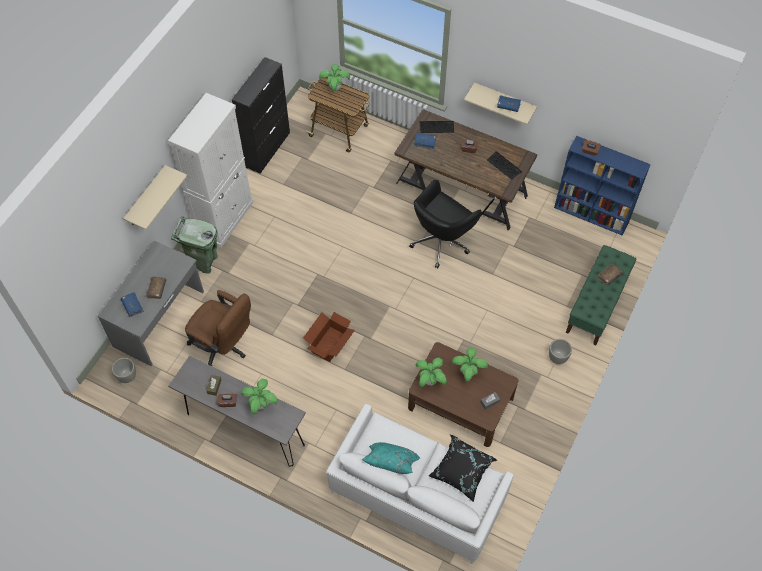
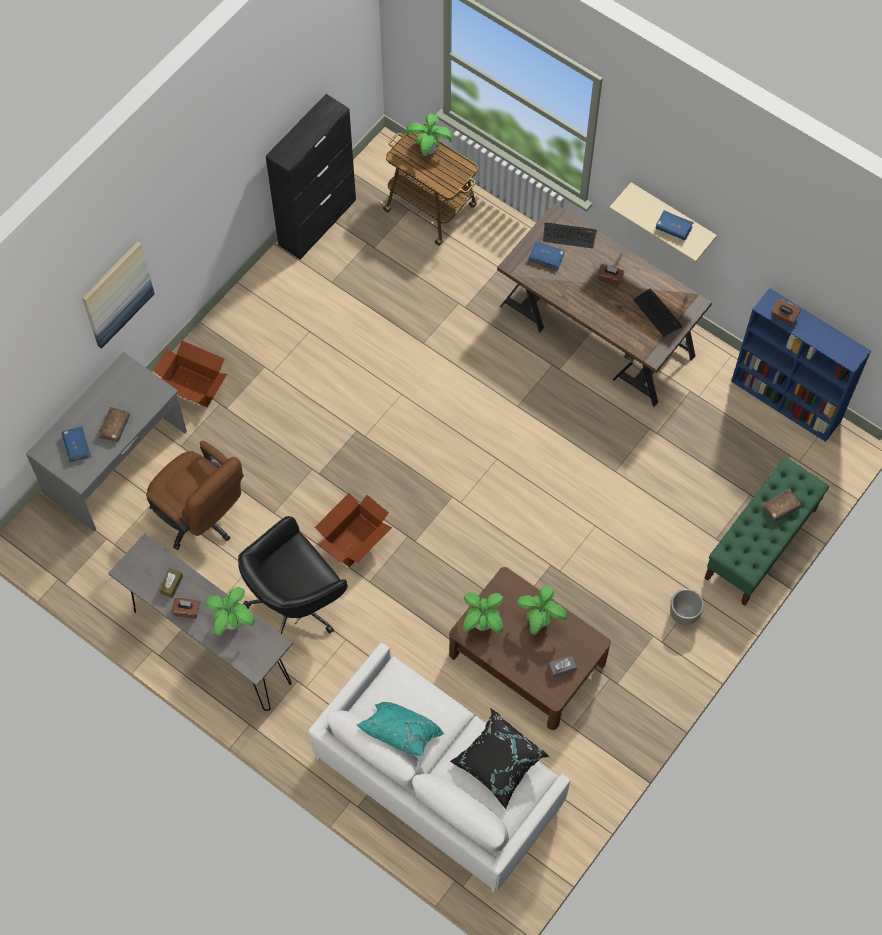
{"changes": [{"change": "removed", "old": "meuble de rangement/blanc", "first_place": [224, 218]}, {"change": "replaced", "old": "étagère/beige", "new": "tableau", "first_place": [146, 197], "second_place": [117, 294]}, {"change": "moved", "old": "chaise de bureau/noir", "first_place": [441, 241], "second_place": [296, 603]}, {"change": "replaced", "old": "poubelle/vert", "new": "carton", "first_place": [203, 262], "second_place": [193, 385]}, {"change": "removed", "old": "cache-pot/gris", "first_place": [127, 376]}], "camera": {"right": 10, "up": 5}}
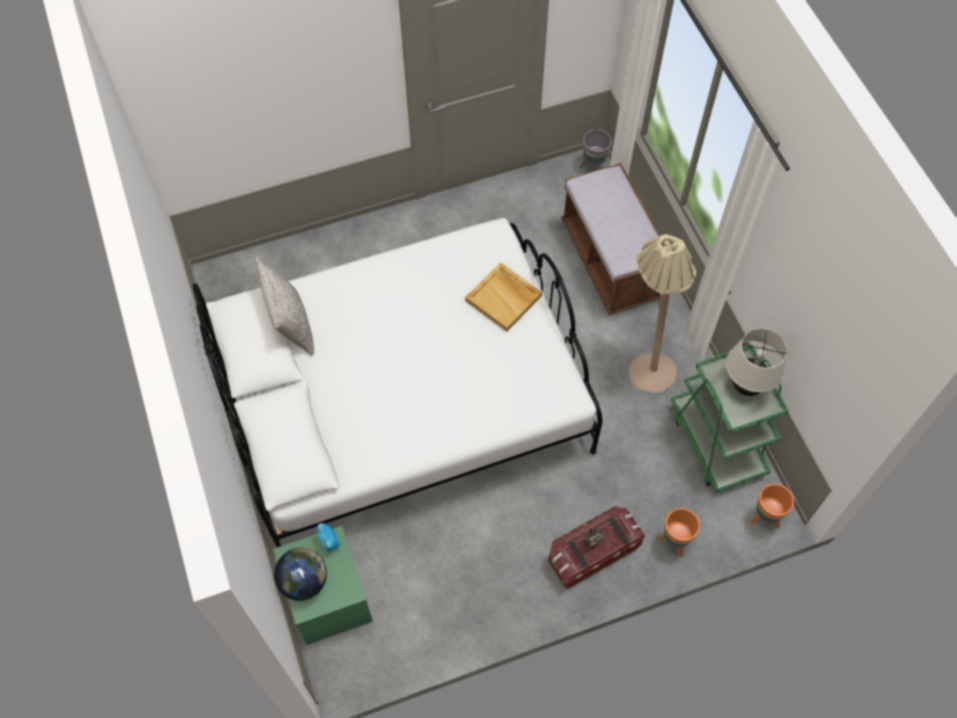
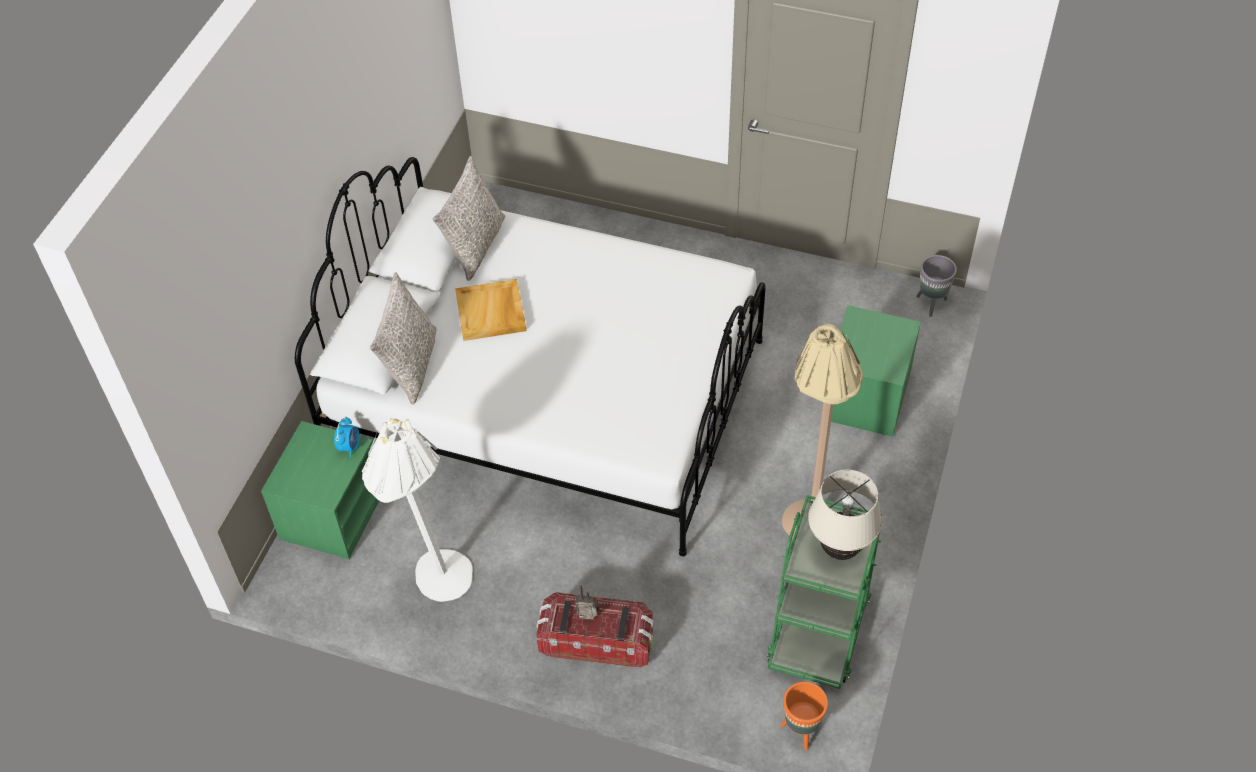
{"changes": [{"change": "replaced", "old": "banc/marron", "new": "table de chevet/vert", "first_place": [610, 261], "second_place": [866, 398]}, {"change": "moved", "old": "plateau/beige", "first_place": [504, 298], "second_place": [491, 312]}, {"change": "removed", "old": "cache-pot/orange", "first_place": [674, 541]}, {"change": "removed", "old": "globe", "first_place": [304, 581]}, {"change": "added", "new": "coussin/gris", "second_place": [411, 365]}, {"change": "added", "new": "lampadaire/blanc", "second_place": [434, 586]}], "camera": {"right": 40, "up": -10}}
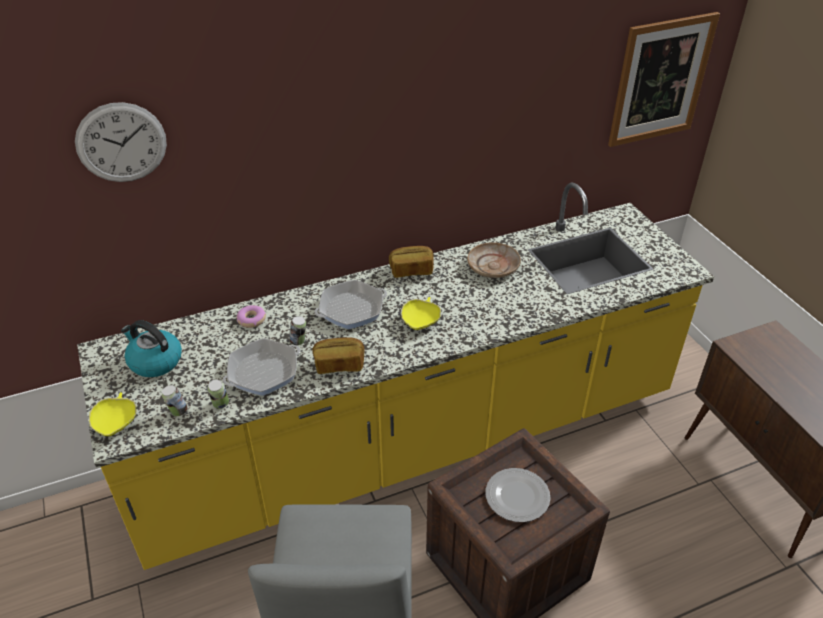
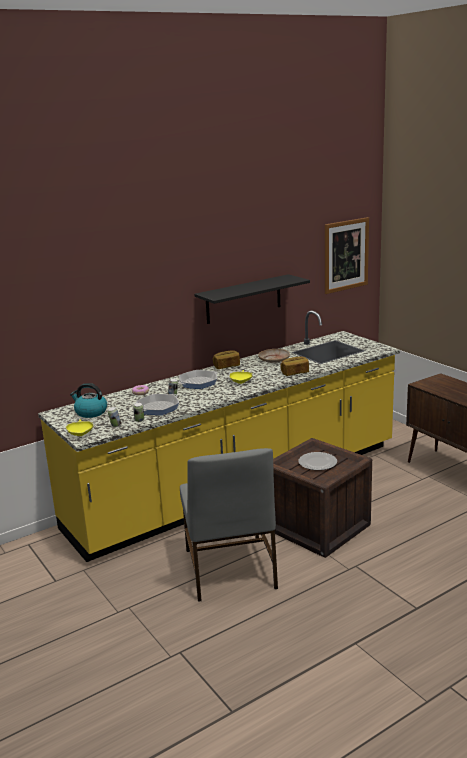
{"changes": [{"change": "removed", "old": "horloge murale", "first_place": [121, 143]}, {"change": "moved", "old": "pain", "first_place": [339, 364], "second_place": [295, 373]}, {"change": "added", "new": "étagère/noir", "second_place": [243, 299]}], "camera": {"right": -10, "up": -20}}
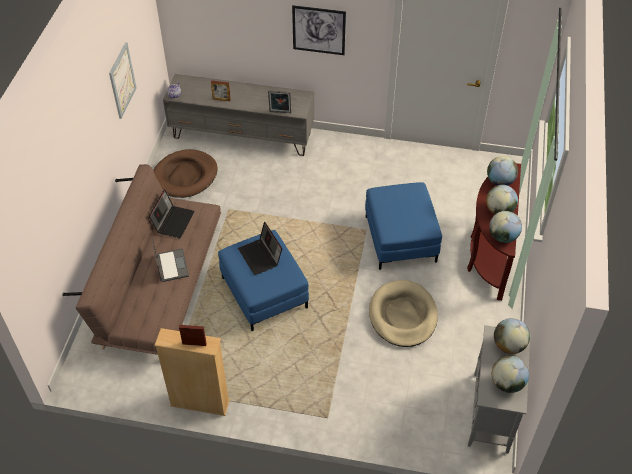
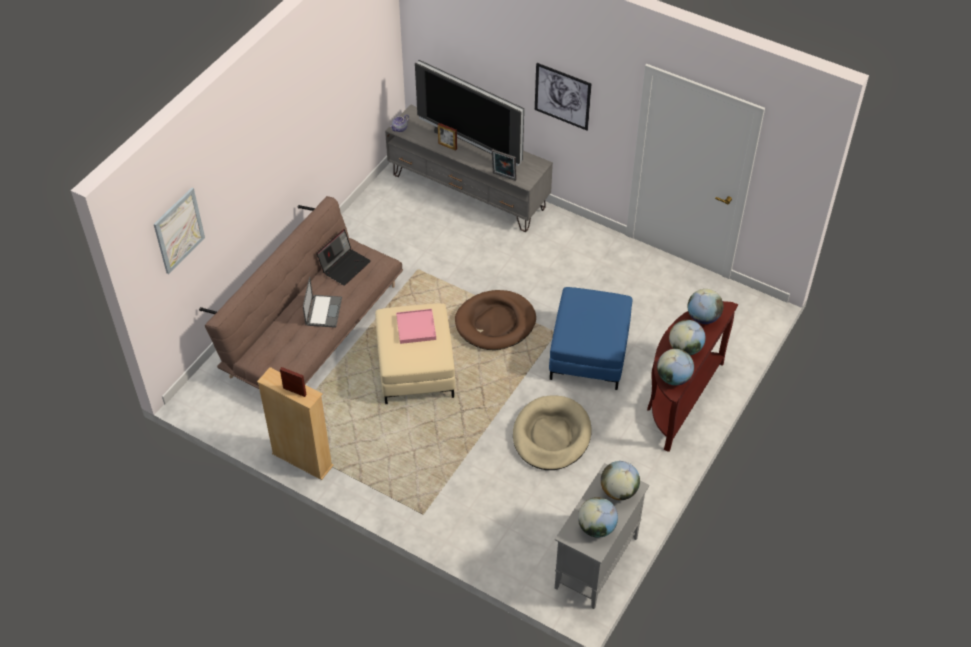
{"changes": [{"change": "moved", "old": "tableau", "first_place": [122, 80], "second_place": [179, 230]}, {"change": "moved", "old": "panier pour chien/marron", "first_place": [185, 176], "second_place": [495, 323]}, {"change": "replaced", "old": "ordinateur portable", "new": "plateau/rose", "first_place": [261, 257], "second_place": [416, 328]}, {"change": "recoloured", "old": "pouf/bleu", "new": "pouf/beige", "first_place": [263, 292], "second_place": [415, 368]}, {"change": "added", "new": "téléviseur", "second_place": [474, 144]}], "camera": {"right": 20, "up": 0}}
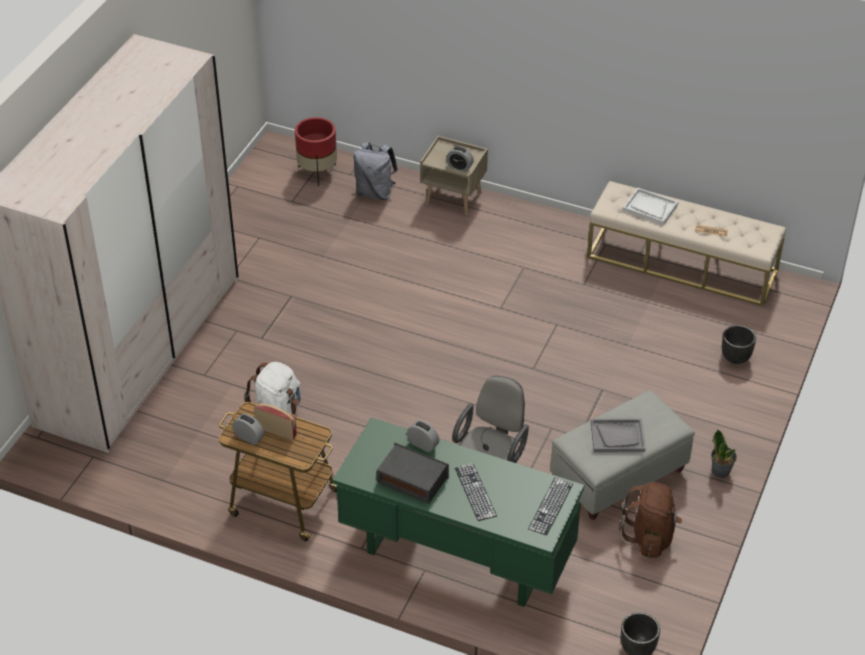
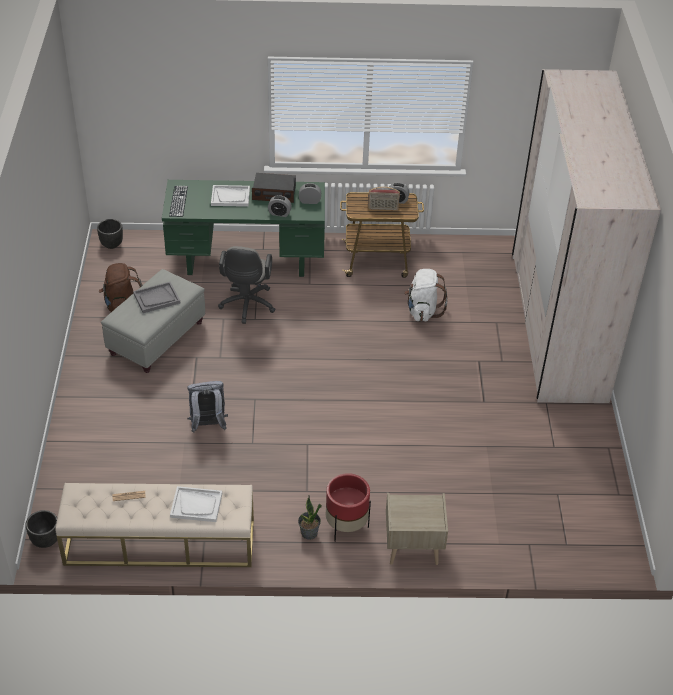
{"changes": [{"change": "moved", "old": "cache-pot/rouge", "first_place": [317, 172], "second_place": [346, 526]}, {"change": "moved", "old": "sac à dos/gris", "first_place": [375, 193], "second_place": [208, 425]}, {"change": "moved", "old": "réveil", "first_place": [459, 167], "second_place": [309, 201]}, {"change": "moved", "old": "cache-pot/noir", "first_place": [736, 357], "second_place": [45, 540]}, {"change": "moved", "old": "plante en pot", "first_place": [721, 470], "second_place": [309, 533]}, {"change": "replaced", "old": "clavier", "new": "plateau/blanc", "first_place": [475, 492], "second_place": [230, 197]}], "camera": {"right": 155, "up": 0}}
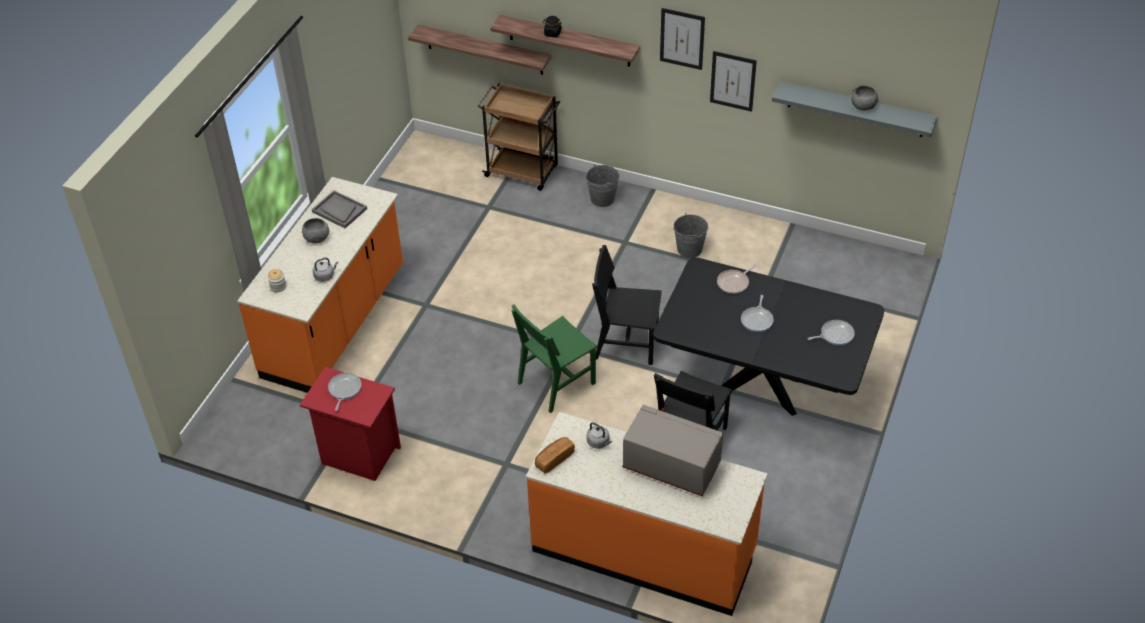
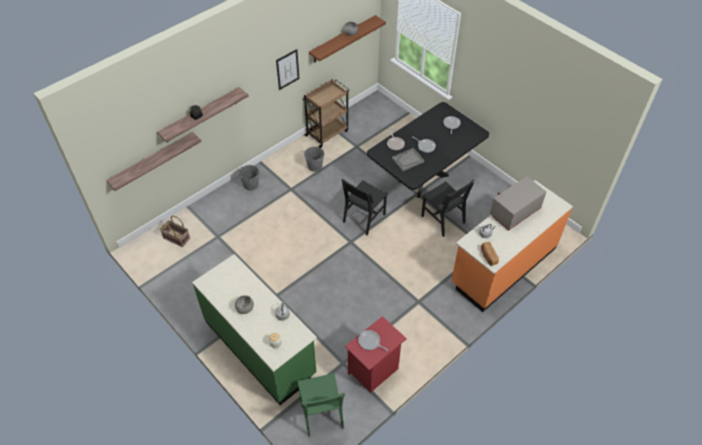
{"changes": [{"change": "removed", "old": "tableau", "first_place": [682, 38]}, {"change": "recoloured", "old": "étagère/gris", "new": "étagère/marron", "first_place": [855, 109], "second_place": [343, 39]}, {"change": "moved", "old": "chariot/marron", "first_place": [523, 172], "second_place": [327, 133]}, {"change": "recoloured", "old": "comptoir de cuisine/orange", "new": "comptoir de cuisine/vert", "first_place": [335, 323], "second_place": [260, 347]}, {"change": "moved", "old": "plateau/gris", "first_place": [339, 210], "second_place": [408, 160]}, {"change": "moved", "old": "chaise/vert", "first_place": [556, 383], "second_place": [321, 413]}, {"change": "added", "new": "panier", "second_place": [176, 238]}], "camera": {"right": -65, "up": 5}}
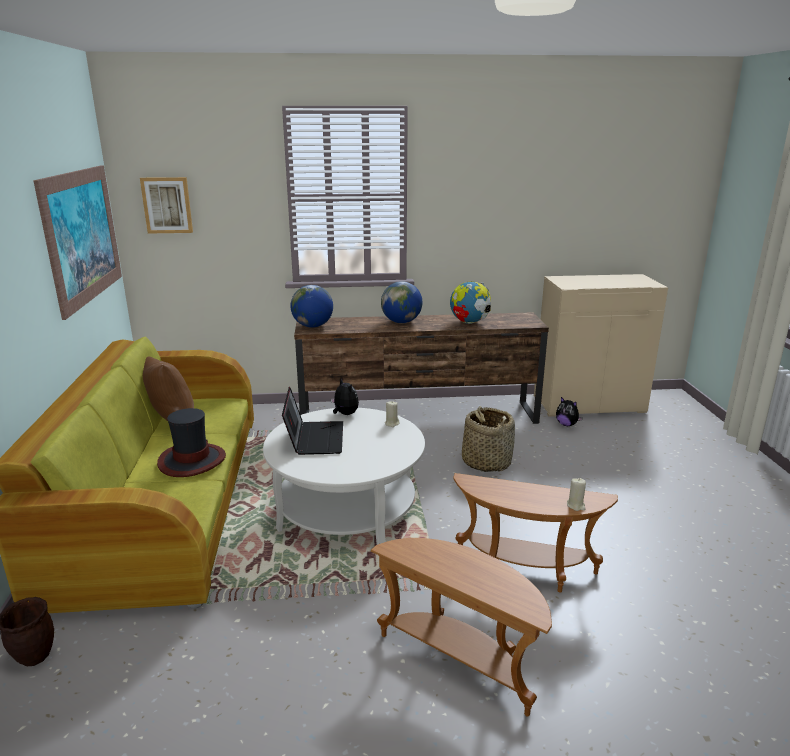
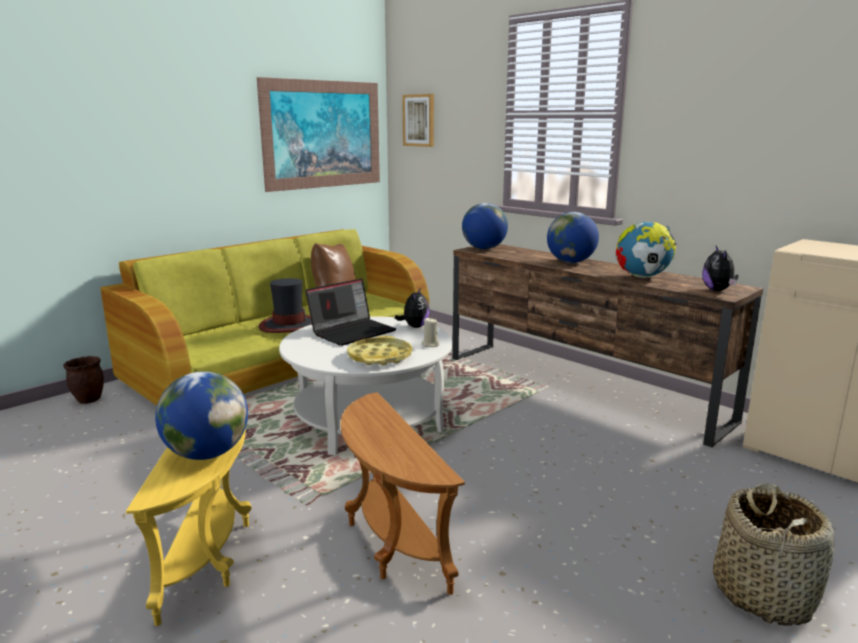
{"changes": [{"change": "moved", "old": "peluche", "first_place": [567, 424], "second_place": [718, 290]}, {"change": "moved", "old": "panier", "first_place": [486, 462], "second_place": [763, 594]}, {"change": "removed", "old": "bougie/beige", "first_place": [576, 505]}, {"change": "recoloured", "old": "table d'appoint/marron", "new": "table d'appoint/jaune", "first_place": [460, 659], "second_place": [210, 554]}, {"change": "added", "new": "plateau/jaune", "second_place": [380, 357]}, {"change": "added", "new": "globe", "second_place": [207, 454]}], "camera": {"right": 50, "up": -5}}
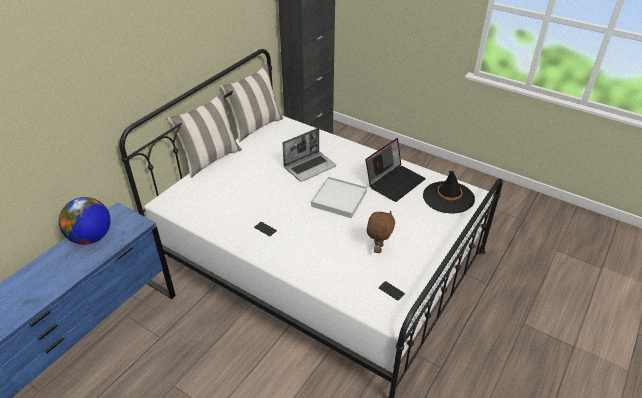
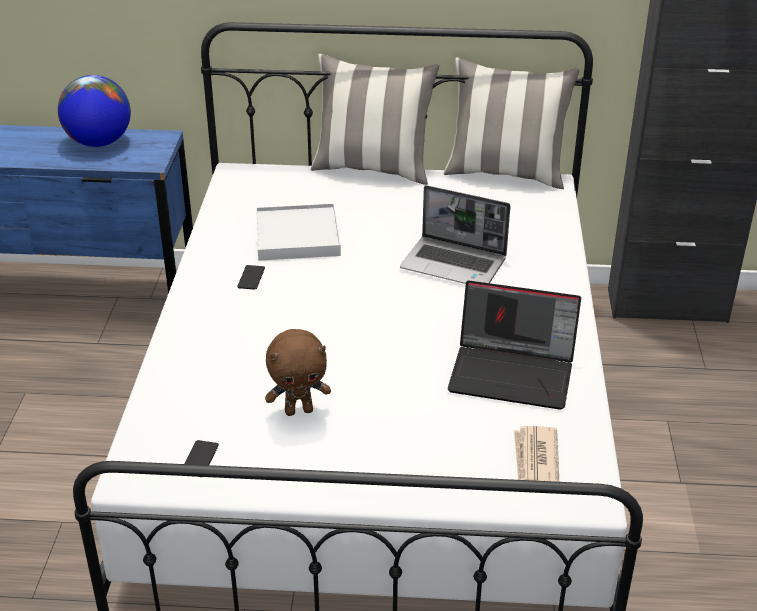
{"changes": [{"change": "replaced", "old": "chapeau/noir", "new": "journal", "first_place": [448, 197], "second_place": [535, 460]}, {"change": "moved", "old": "plateau/blanc", "first_place": [339, 199], "second_place": [297, 236]}], "camera": {"right": 60, "up": -5}}
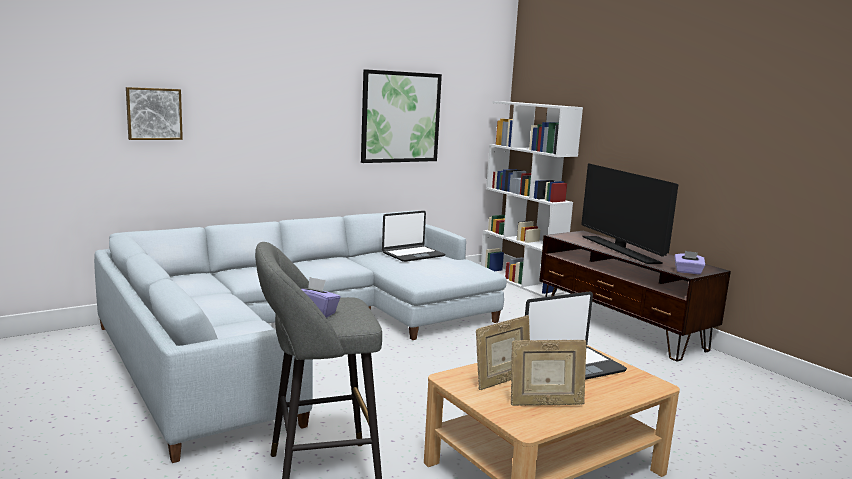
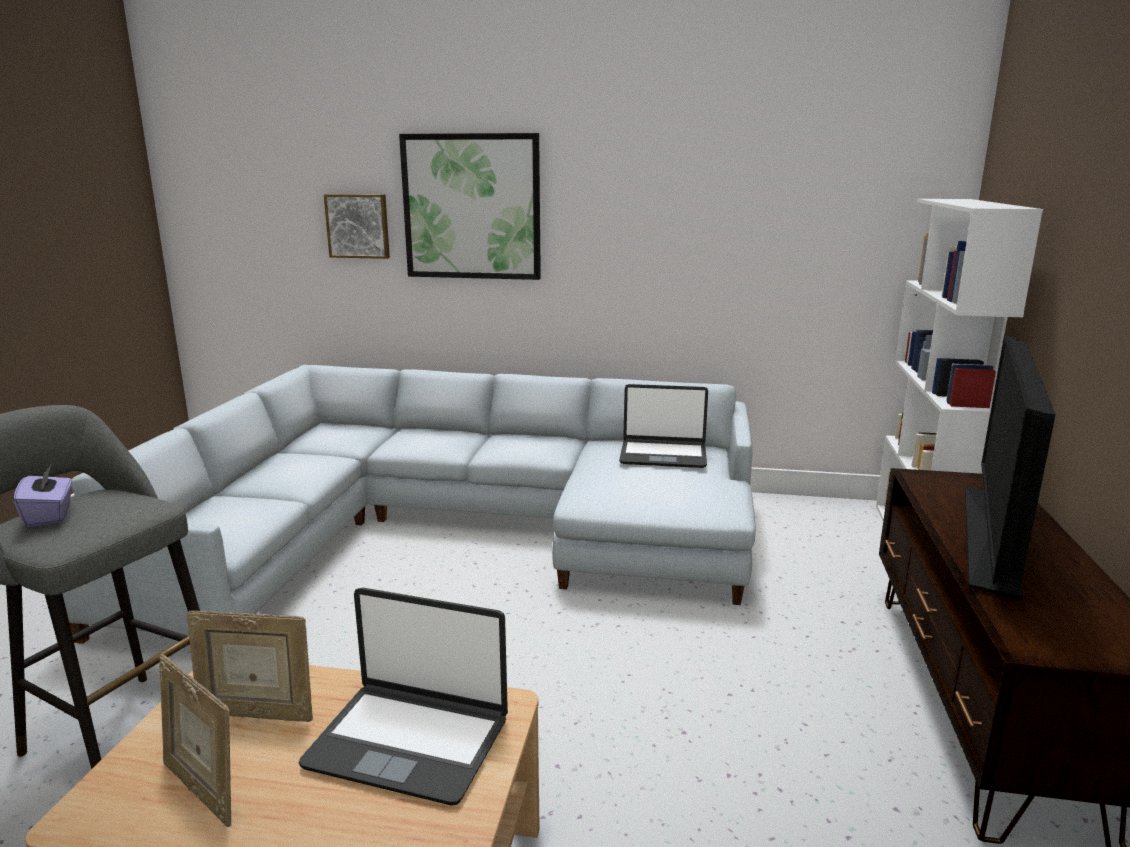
{"changes": [{"change": "moved", "old": "tableau", "first_place": [400, 117], "second_place": [472, 207]}, {"change": "removed", "old": "boîte à mouchoirs/violet", "first_place": [688, 272]}], "camera": {"right": 45, "up": 5}}
